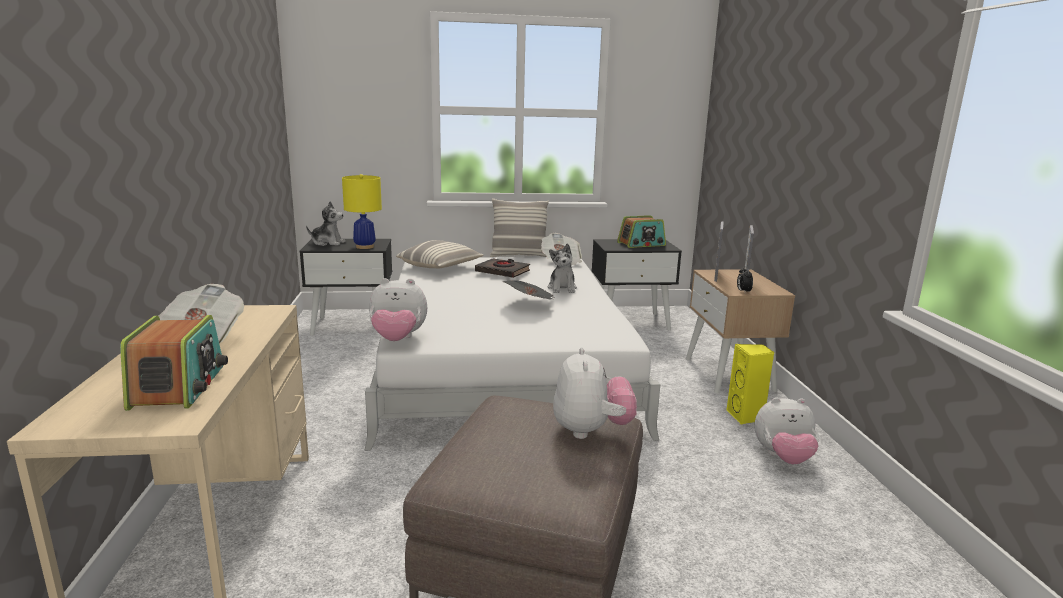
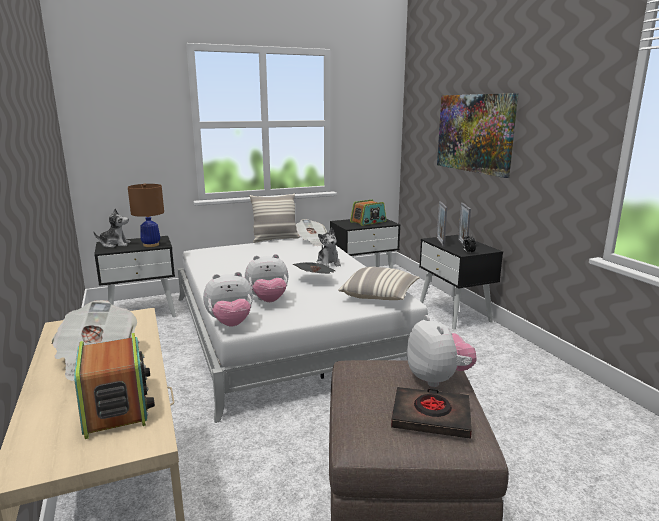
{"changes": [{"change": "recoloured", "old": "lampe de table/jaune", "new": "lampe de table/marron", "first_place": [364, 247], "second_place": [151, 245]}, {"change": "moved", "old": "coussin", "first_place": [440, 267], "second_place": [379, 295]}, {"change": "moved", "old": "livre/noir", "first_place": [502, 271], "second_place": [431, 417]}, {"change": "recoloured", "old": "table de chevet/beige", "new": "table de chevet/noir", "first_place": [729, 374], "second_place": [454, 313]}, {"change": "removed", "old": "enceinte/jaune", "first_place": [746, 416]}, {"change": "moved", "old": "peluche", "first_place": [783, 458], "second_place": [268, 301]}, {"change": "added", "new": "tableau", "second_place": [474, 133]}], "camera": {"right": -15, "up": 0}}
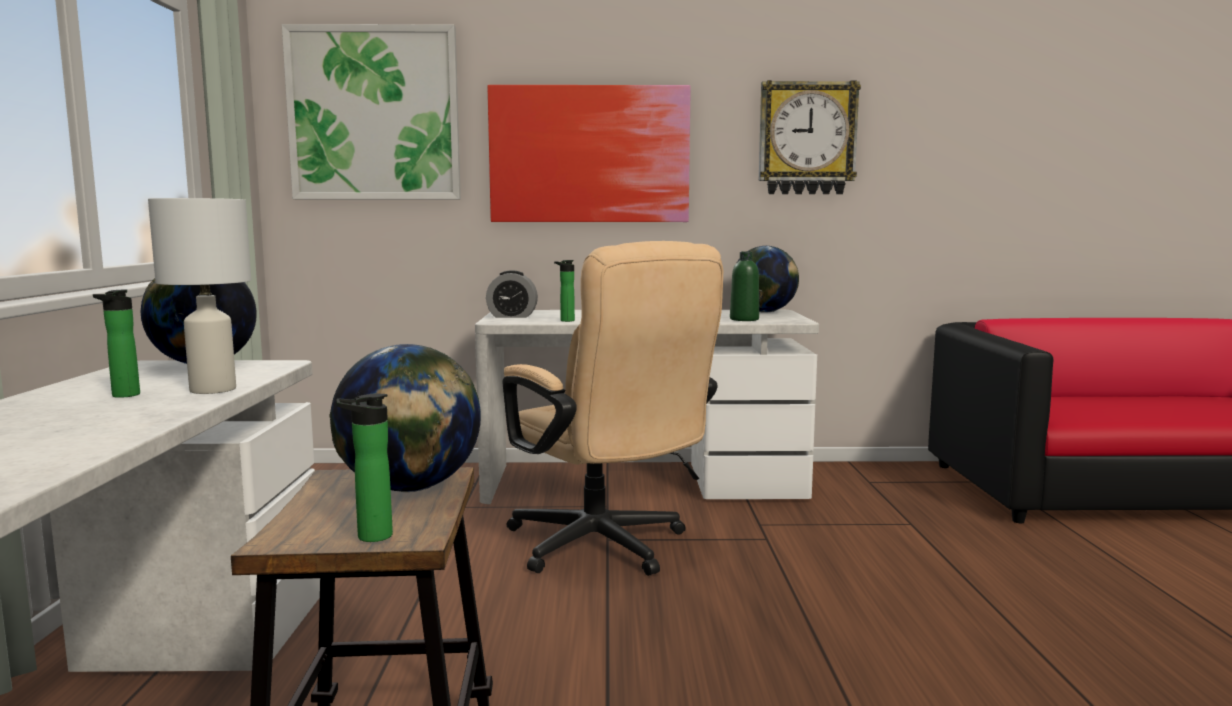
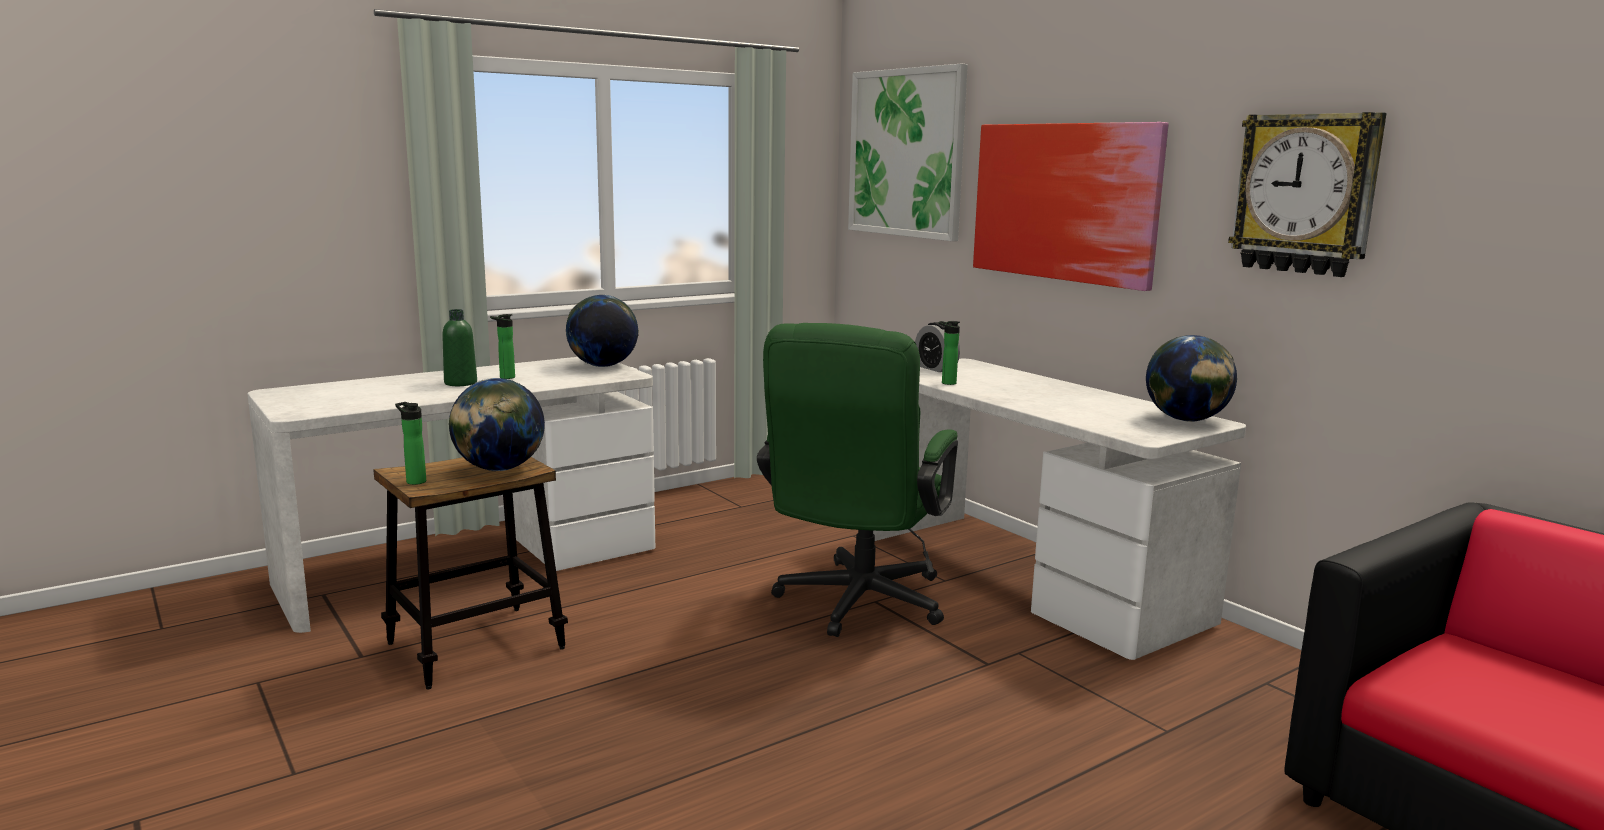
{"changes": [{"change": "removed", "old": "lampe de table/blanc", "first_place": [214, 389]}, {"change": "recoloured", "old": "chaise de bureau/beige", "new": "chaise de bureau/vert", "first_place": [606, 549], "second_place": [856, 606]}, {"change": "moved", "old": "bouteille/vert", "first_place": [744, 319], "second_place": [460, 383]}], "camera": {"right": 55, "up": 5}}
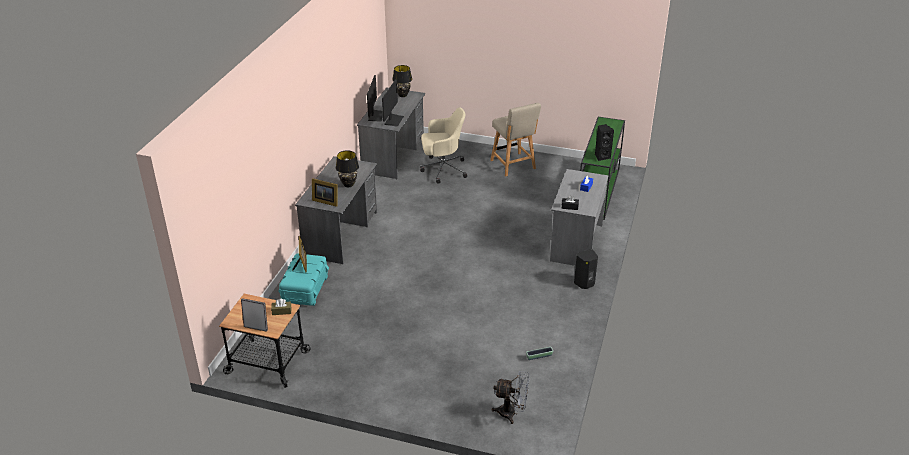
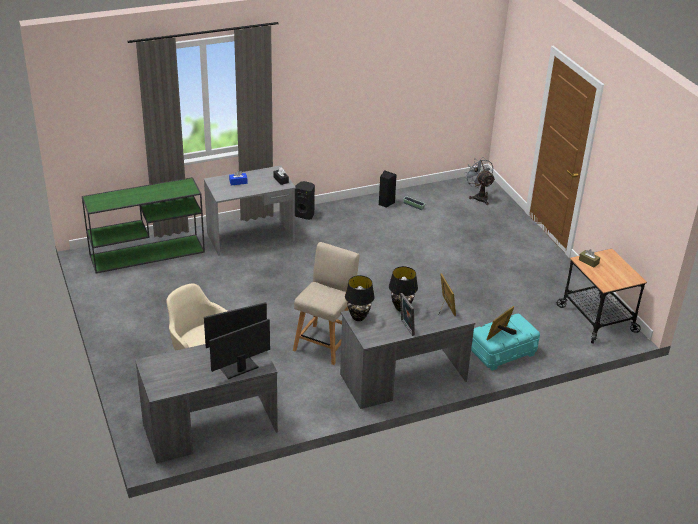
{"changes": [{"change": "moved", "old": "lampe de table/noir", "first_place": [402, 95], "second_place": [358, 317]}, {"change": "moved", "old": "chaise/beige", "first_place": [514, 165], "second_place": [325, 342]}, {"change": "moved", "old": "enceinte/noir", "first_place": [601, 156], "second_place": [385, 203]}, {"change": "moved", "old": "cadre photo", "first_place": [256, 327], "second_place": [406, 328]}], "camera": {"right": -130, "up": 0}}
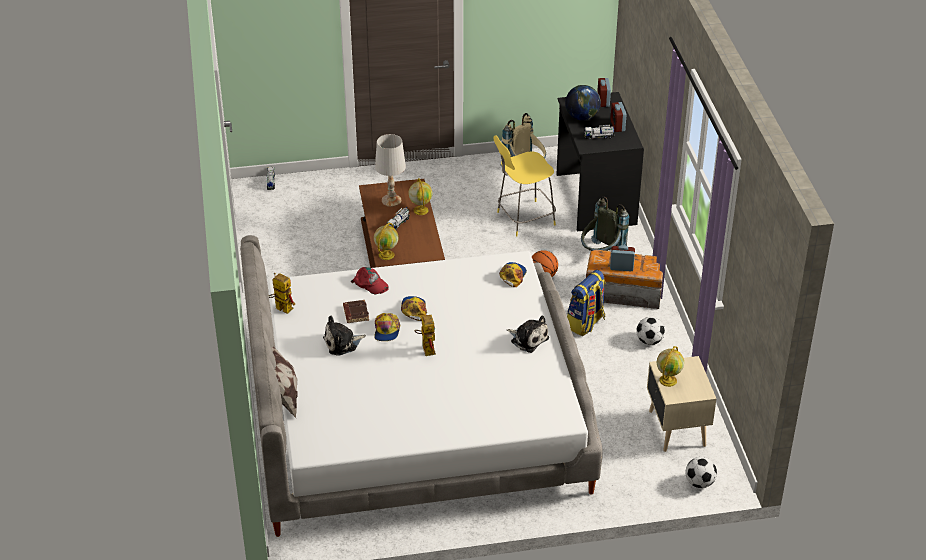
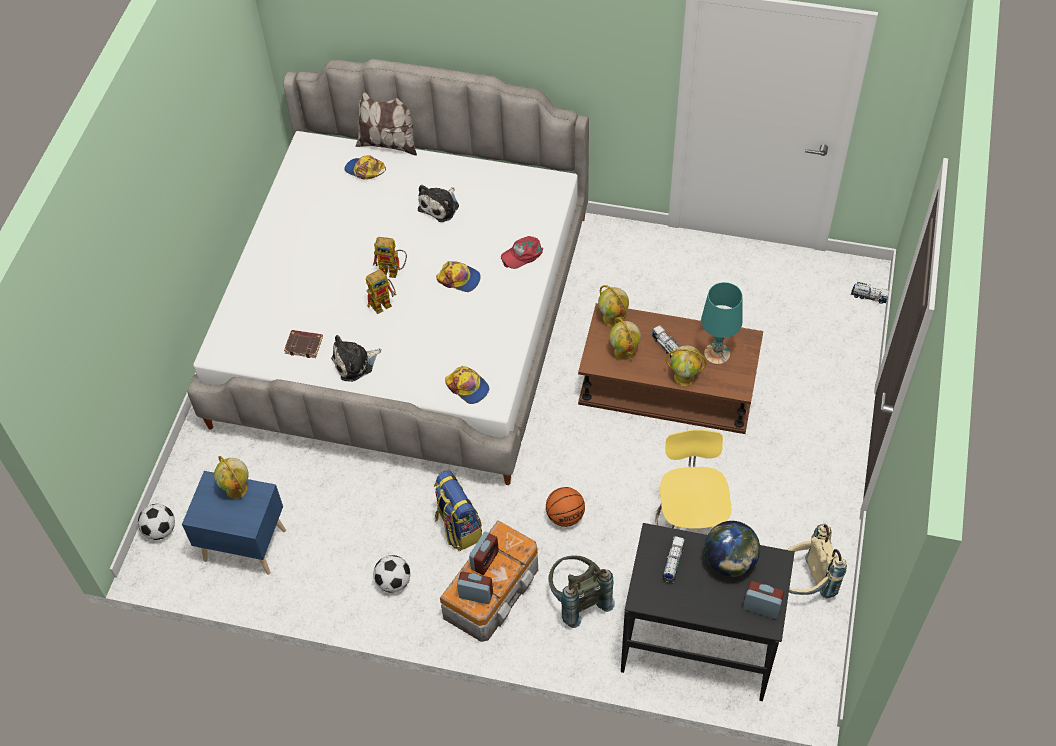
{"changes": [{"change": "moved", "old": "réveil", "first_place": [617, 126], "second_place": [476, 595]}, {"change": "recoloured", "old": "lampe de table/blanc", "new": "lampe de table/turquoise", "first_place": [391, 200], "second_place": [717, 354]}, {"change": "moved", "old": "robot jouet", "first_place": [280, 308], "second_place": [384, 302]}, {"change": "moved", "old": "livre/marron", "first_place": [355, 313], "second_place": [304, 345]}, {"change": "moved", "old": "casquette", "first_place": [386, 330], "second_place": [364, 170]}, {"change": "turned", "old": "peluche", "first_place": [342, 343], "second_place": [440, 206], "degrees": -150}, {"change": "recoloured", "old": "table de chevet/beige", "new": "table de chevet/bleu", "first_place": [676, 429], "second_place": [244, 543]}, {"change": "added", "new": "globe", "second_place": [624, 352]}], "camera": {"right": 115, "up": 15}}
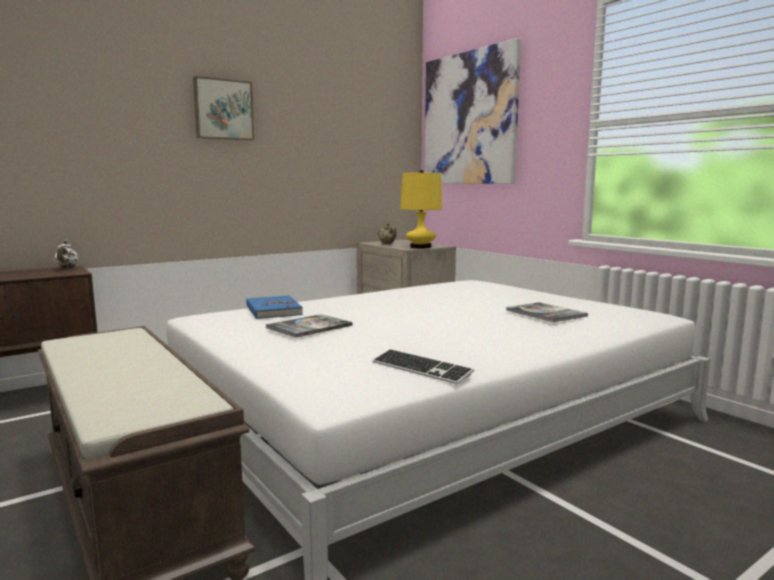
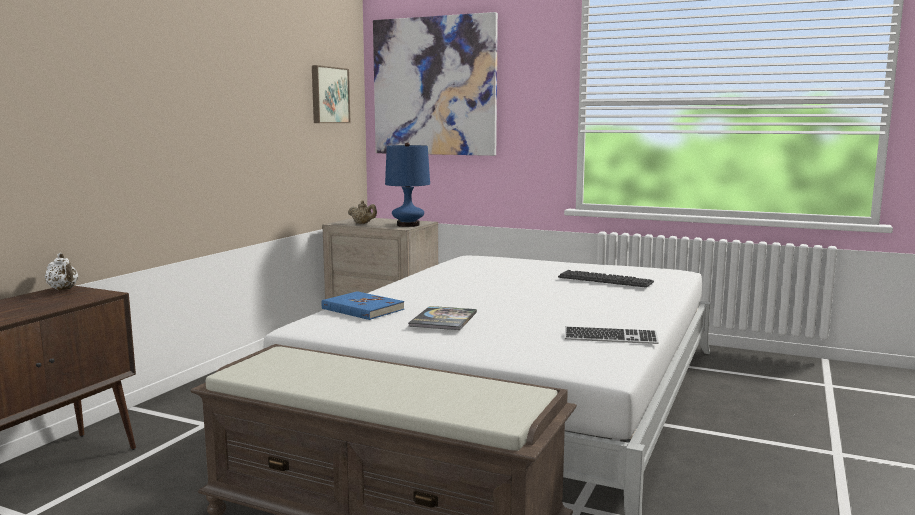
{"changes": [{"change": "moved", "old": "tableau", "first_place": [223, 109], "second_place": [328, 95]}, {"change": "recoloured", "old": "lampe de table/jaune", "new": "lampe de table/bleu", "first_place": [420, 247], "second_place": [408, 225]}, {"change": "replaced", "old": "livre", "new": "clavier", "first_place": [545, 313], "second_place": [605, 280]}], "camera": {"right": -30, "up": 0}}
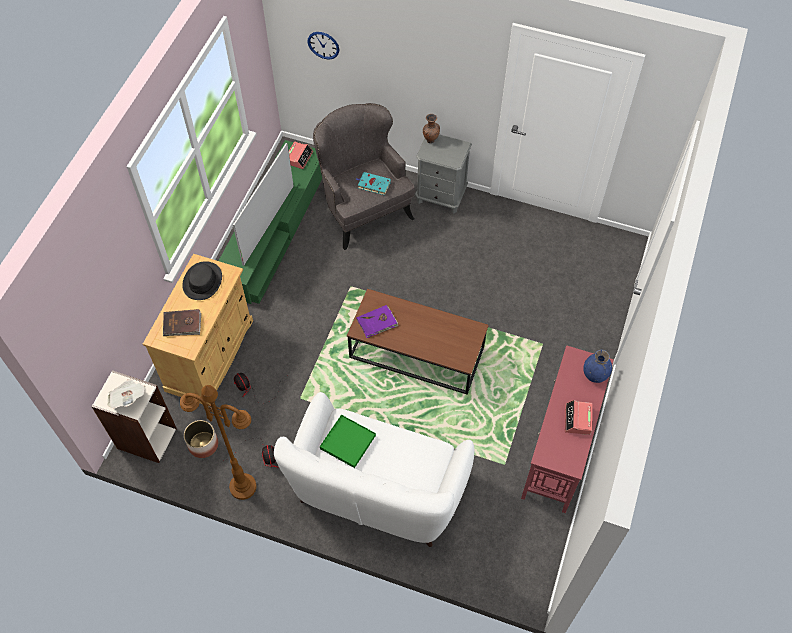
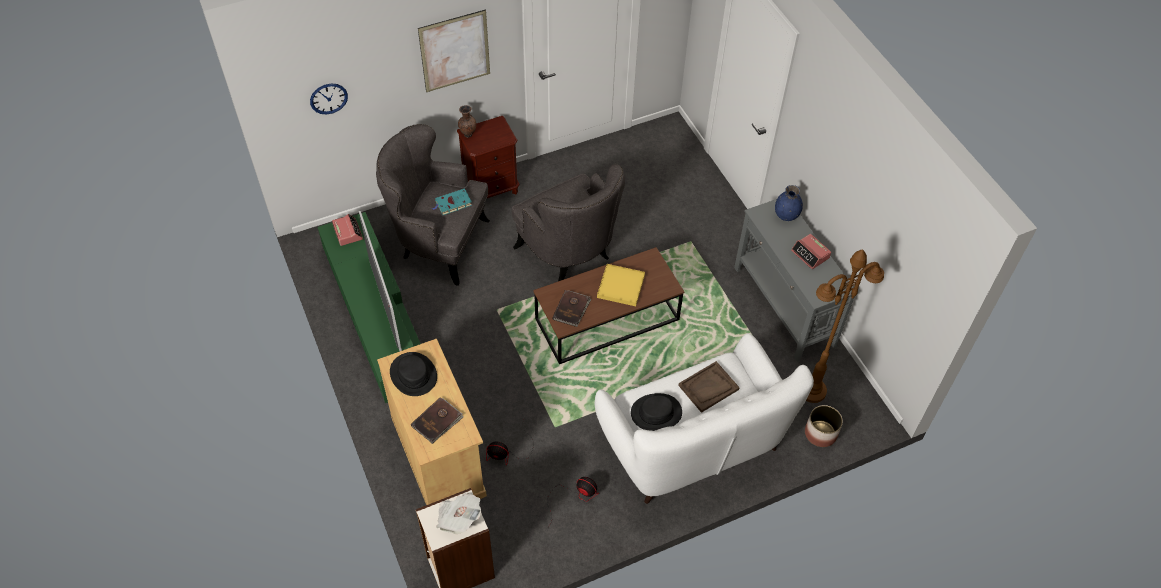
{"changes": [{"change": "recoloured", "old": "table de chevet/gris", "new": "table de chevet/marron", "first_place": [441, 196], "second_place": [491, 188]}, {"change": "recoloured", "old": "livre/violet", "new": "livre/marron", "first_place": [377, 322], "second_place": [571, 309]}, {"change": "recoloured", "old": "table console/rouge", "new": "table console/gris", "first_place": [558, 449], "second_place": [783, 306]}, {"change": "moved", "old": "lampadaire/marron", "first_place": [242, 487], "second_place": [812, 391]}, {"change": "replaced", "old": "plateau/vert", "new": "chapeau/noir", "first_place": [348, 442], "second_place": [656, 413]}, {"change": "moved", "old": "cache-pot", "first_place": [203, 444], "second_place": [820, 433]}, {"change": "added", "new": "tableau", "second_place": [455, 51]}, {"change": "added", "new": "fauteuil/gris", "second_place": [570, 253]}, {"change": "added", "new": "plateau/jaune", "second_place": [620, 286]}, {"change": "added", "new": "plateau/marron", "second_place": [708, 388]}], "camera": {"right": -45, "up": -5}}
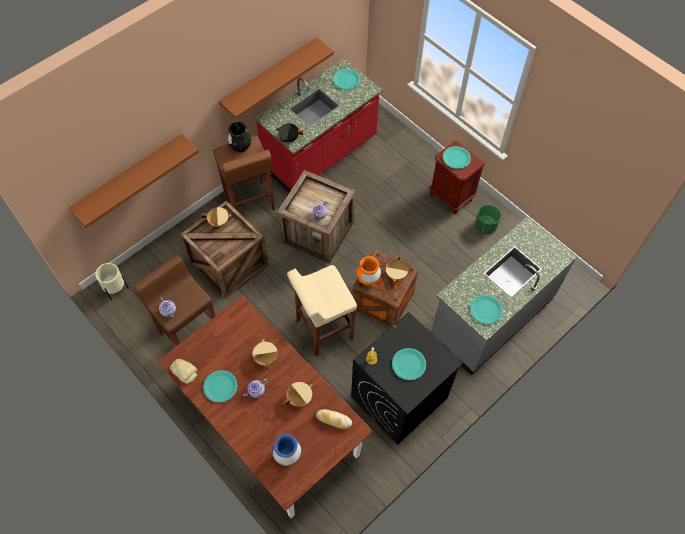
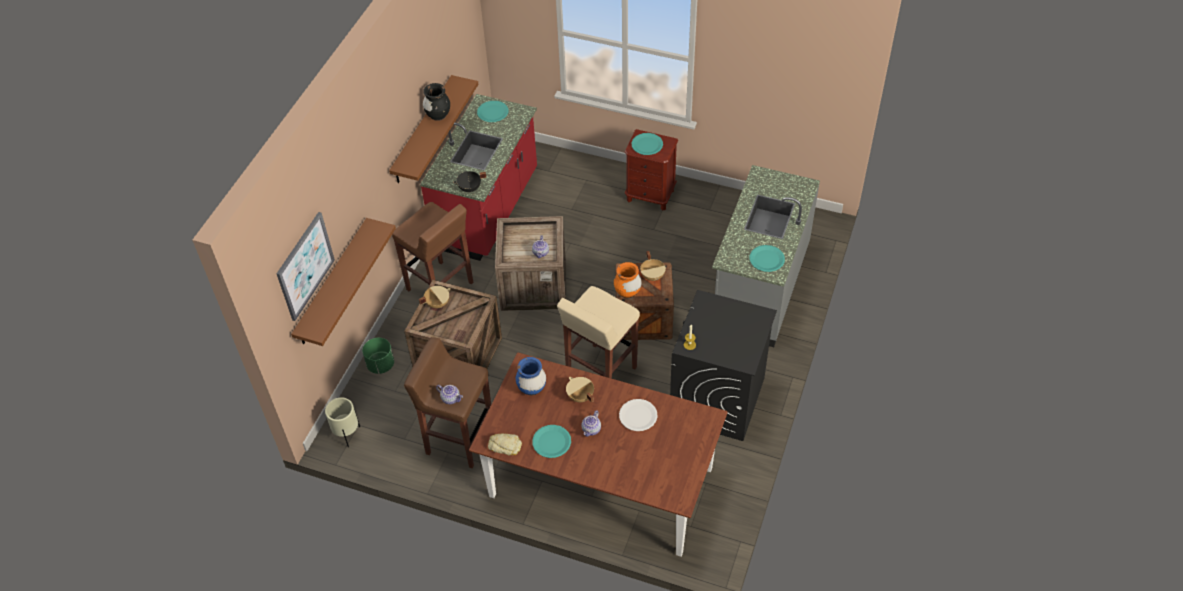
{"changes": [{"change": "moved", "old": "vase/noir", "first_place": [241, 147], "second_place": [438, 115]}, {"change": "moved", "old": "cache-pot/vert", "first_place": [485, 226], "second_place": [380, 364]}, {"change": "removed", "old": "assiette/turquoise", "first_place": [409, 364]}, {"change": "replaced", "old": "marmite/beige", "new": "assiette/blanc", "first_place": [299, 398], "second_place": [638, 416]}, {"change": "removed", "old": "pain", "first_place": [334, 420]}, {"change": "moved", "old": "vase/bleu", "first_place": [287, 455], "second_place": [531, 388]}, {"change": "added", "new": "tableau", "second_place": [305, 266]}], "camera": {"right": -25, "up": -10}}
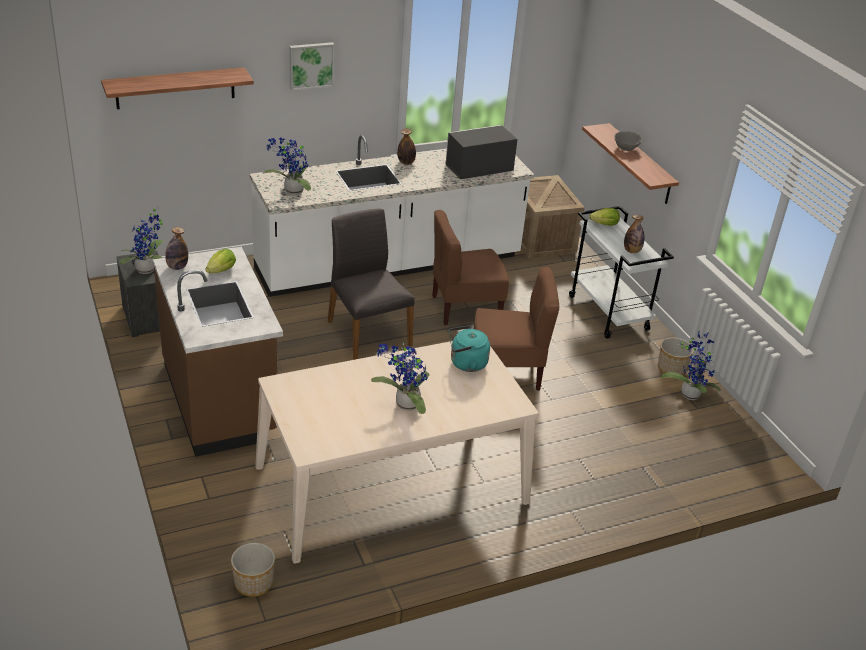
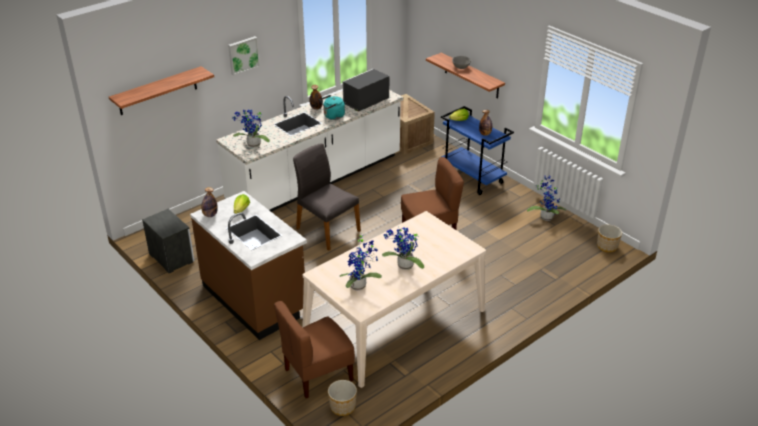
{"changes": [{"change": "moved", "old": "plante en pot", "first_place": [148, 270], "second_place": [360, 286]}, {"change": "recoloured", "old": "chariot/blanc", "new": "chariot/bleu", "first_place": [609, 313], "second_place": [473, 178]}, {"change": "moved", "old": "chaise/marron", "first_place": [465, 309], "second_place": [317, 374]}, {"change": "moved", "old": "bouilloire/turquoise", "first_place": [466, 364], "second_place": [333, 116]}, {"change": "moved", "old": "cache-pot", "first_place": [672, 369], "second_place": [607, 246]}], "camera": {"right": -15, "up": 0}}
